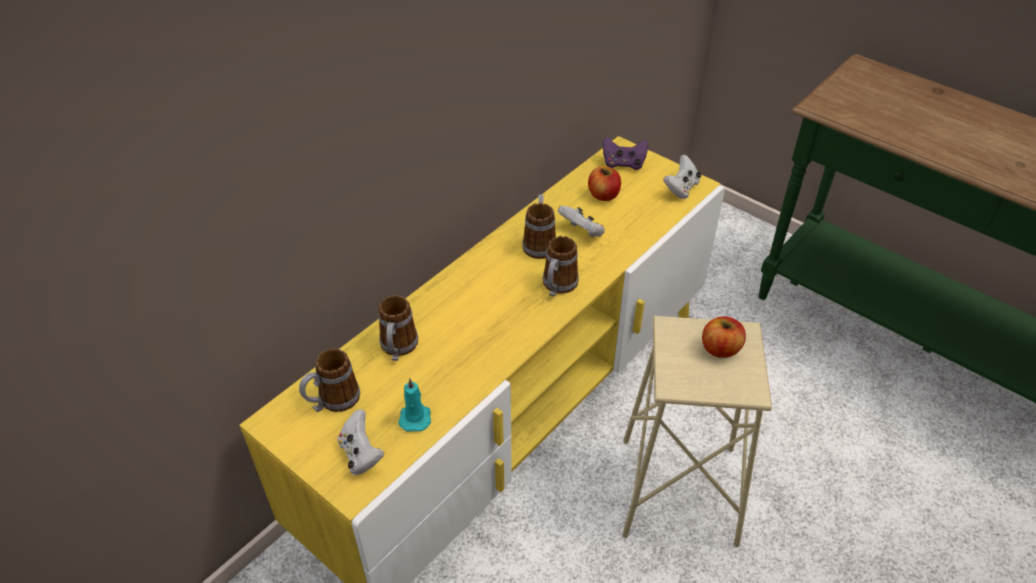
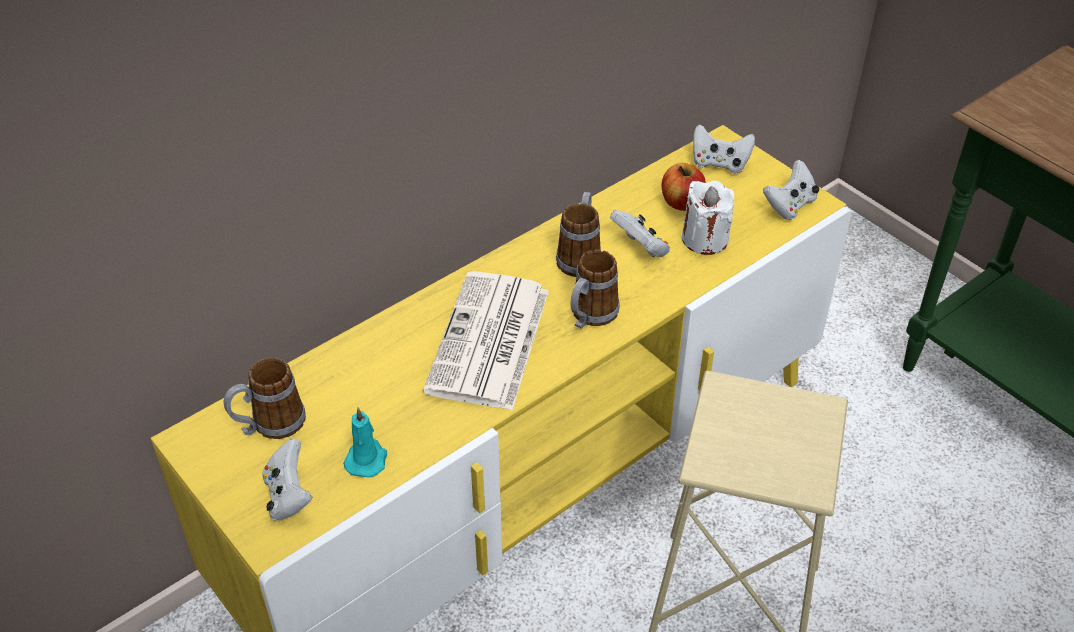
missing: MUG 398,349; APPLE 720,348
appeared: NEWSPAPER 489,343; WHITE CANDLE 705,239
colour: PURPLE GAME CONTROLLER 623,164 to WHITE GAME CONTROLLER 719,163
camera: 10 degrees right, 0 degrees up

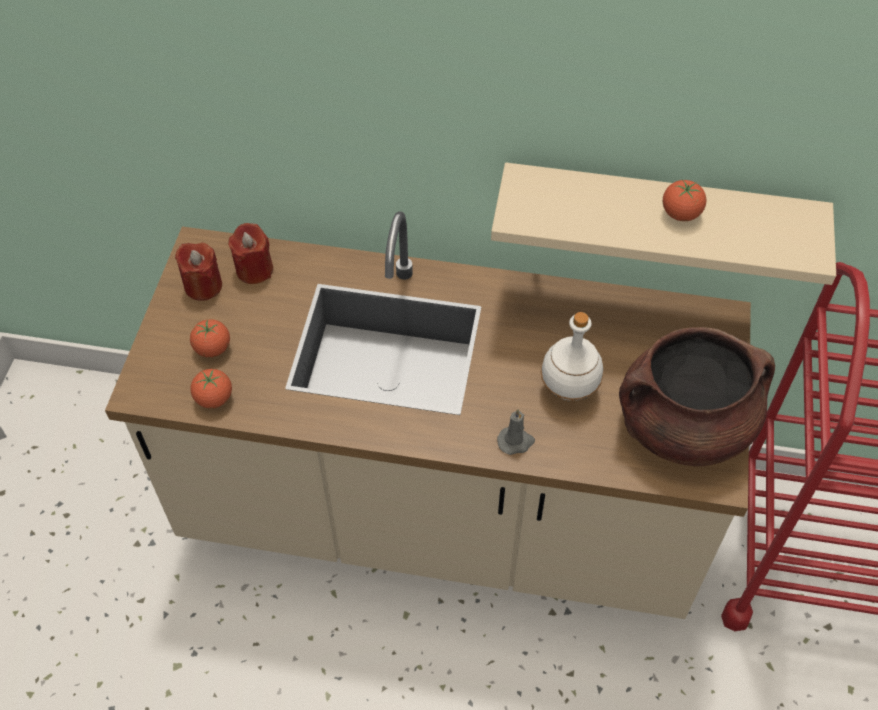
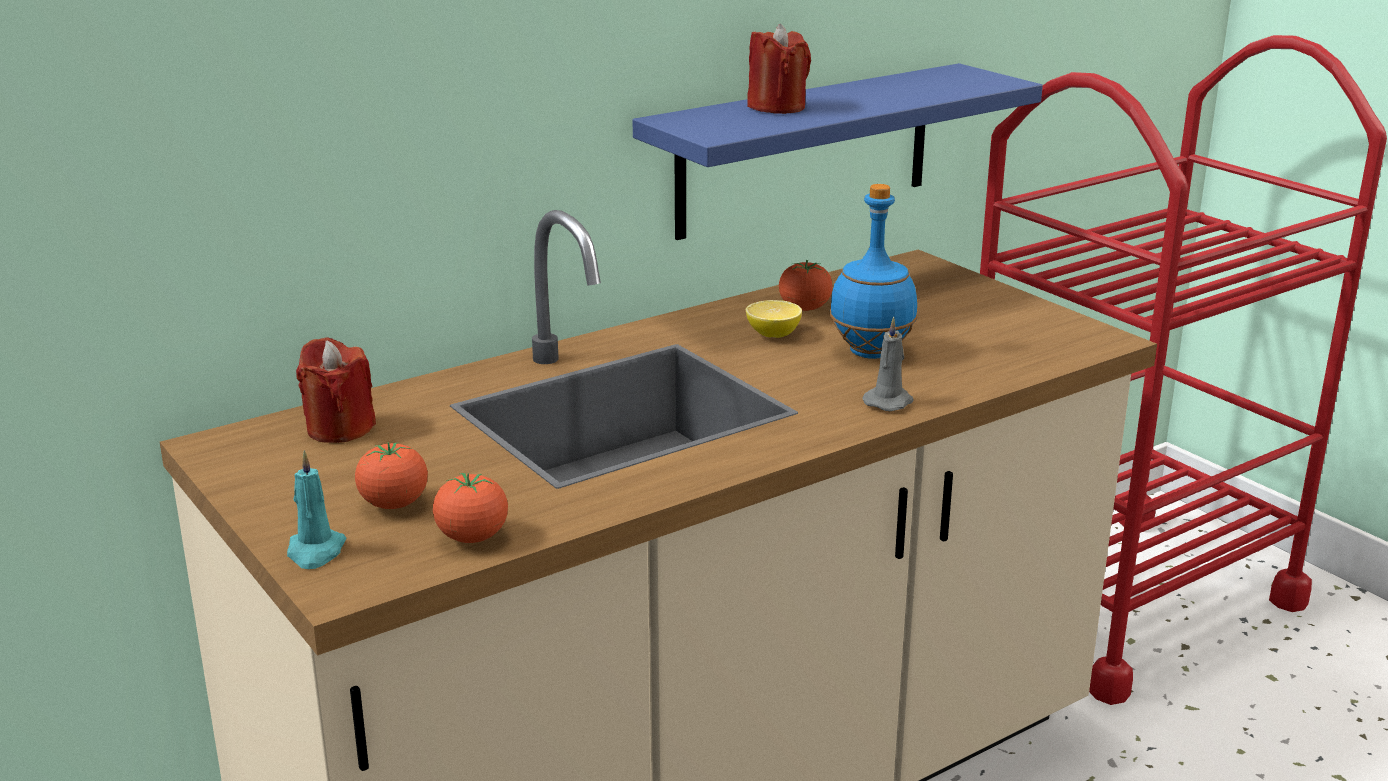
missing: BROWN COOKING POT 683,426
appeared: TURQUOISE CANDLE 315,552; LEMON 773,334
relocated: RED CANDLE 203,286 to 777,107; TOMATO 680,214 to 804,309
colour: BEIGE SHELF 658,215 to BLUE SHELF 805,150; WHITE BOTTLE 569,390 to BLUE BOTTLE 872,352
camera: 45 degrees left, 30 degrees down

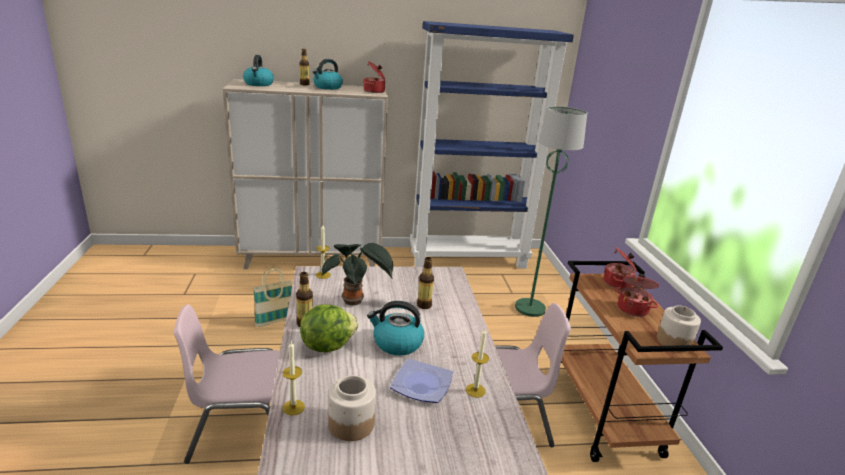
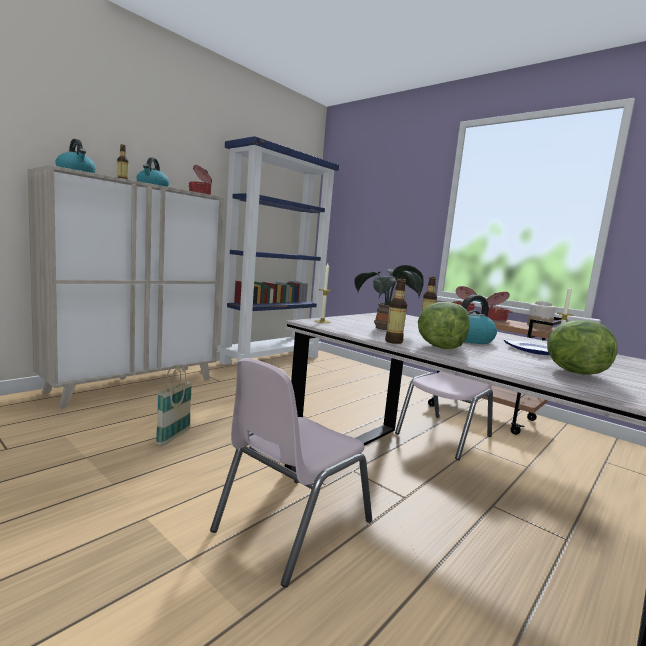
missing: CANDLE 293,407; GREEN FLOOR LAMP 529,308
exchanged: JAR 350,424 to LETTUCE 573,372
camera: 40 degrees left, 15 degrees down

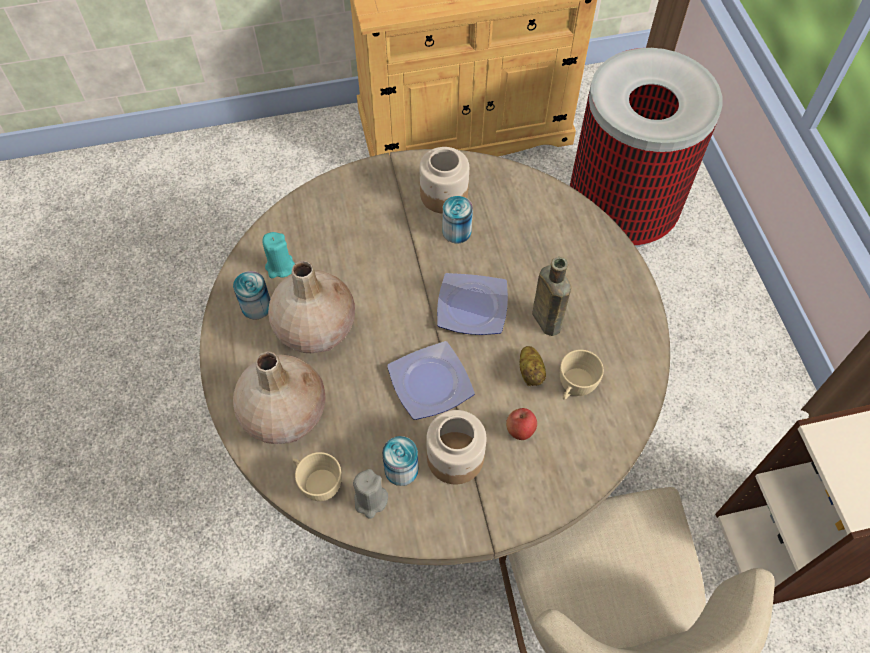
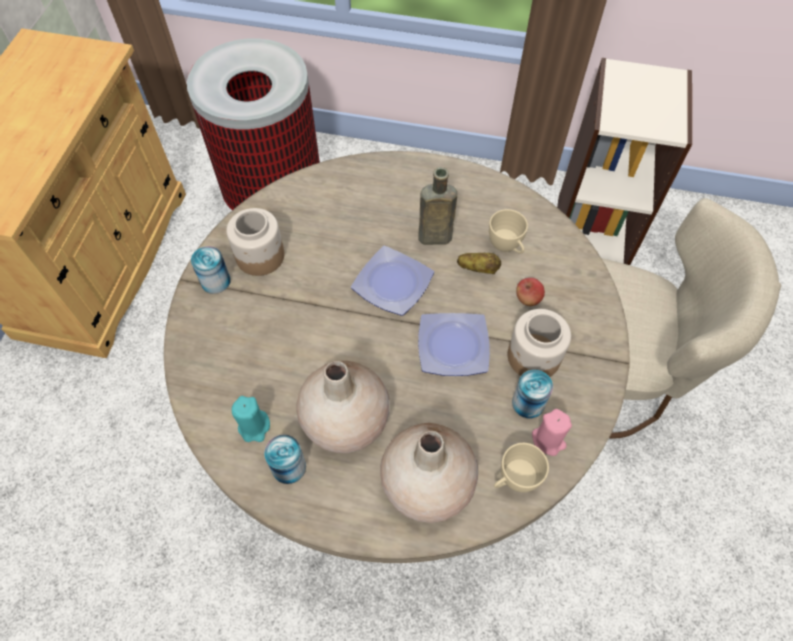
relocated: CAN 456,231 to 215,281
colour: GREY CANDLE 370,500 to PINK CANDLE 548,440
camera: 65 degrees left, 0 degrees up

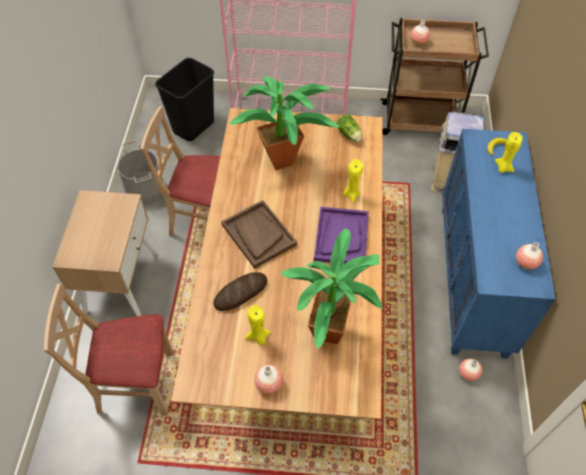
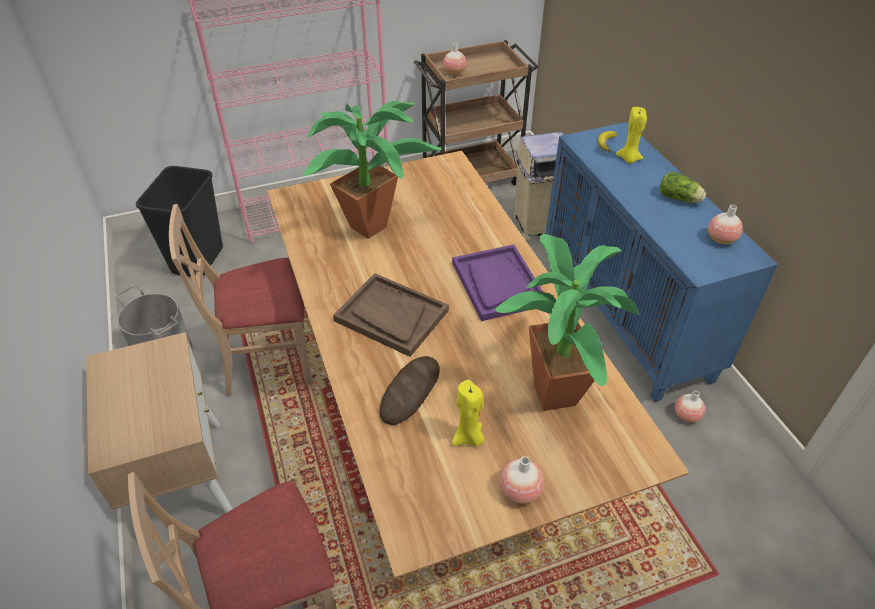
missing: YELLOW CANDLE 351,194
relocated: LETTUCE 349,135 to 680,199
camera: 25 degrees left, 10 degrees down

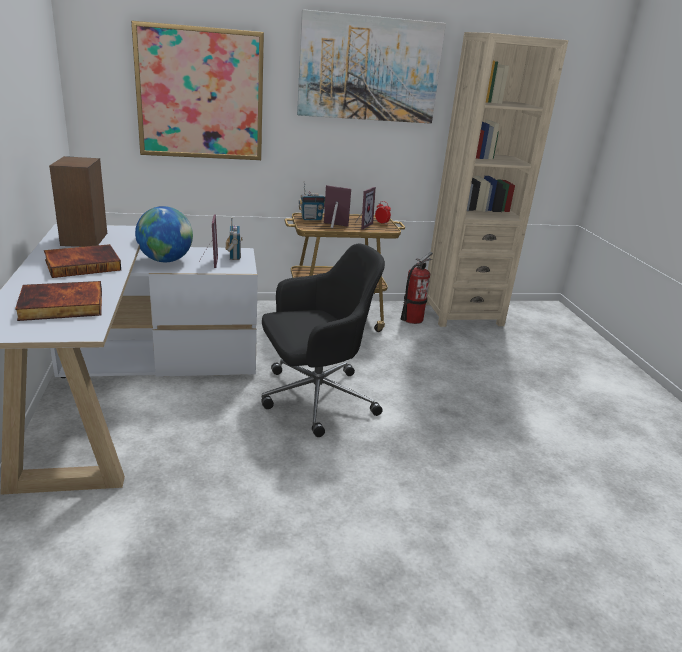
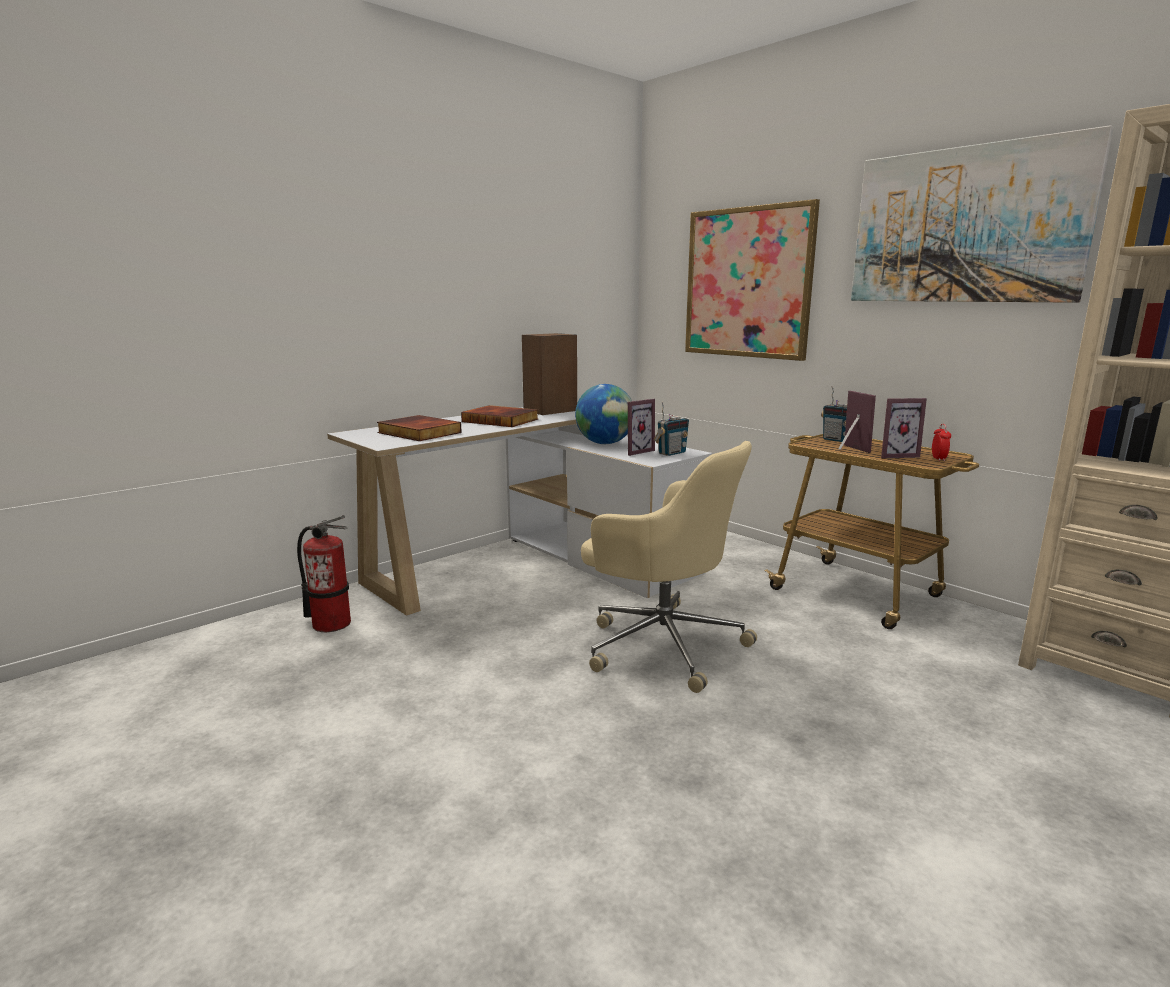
relocated: FIRE EXTINGUISHER 412,319 to 331,623
colour: BLACK OFFICE CHAIR 314,398 to BEIGE OFFICE CHAIR 662,643
camera: 60 degrees right, 10 degrees down

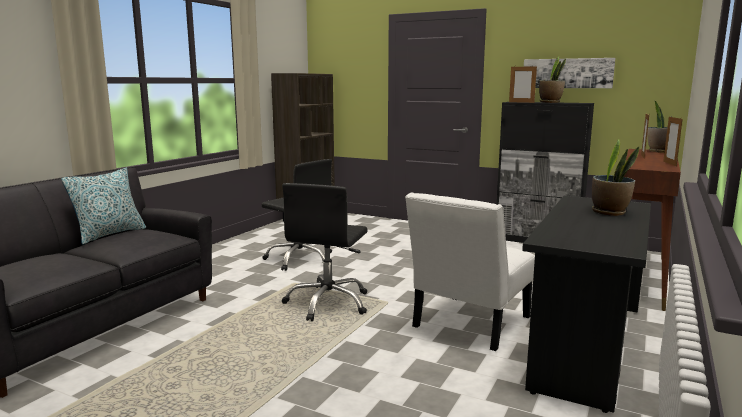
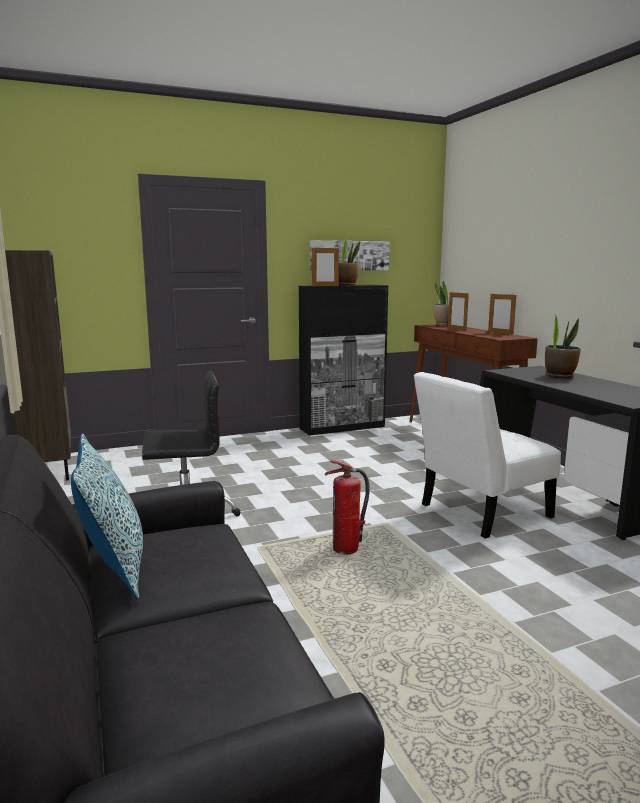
exchanged: BLACK OFFICE CHAIR 328,303 to FIRE EXTINGUISHER 346,549
spun: WHITE CHAIR 468,324 = 480,513 75 degrees clockwise
camera: 50 degrees left, 0 degrees up

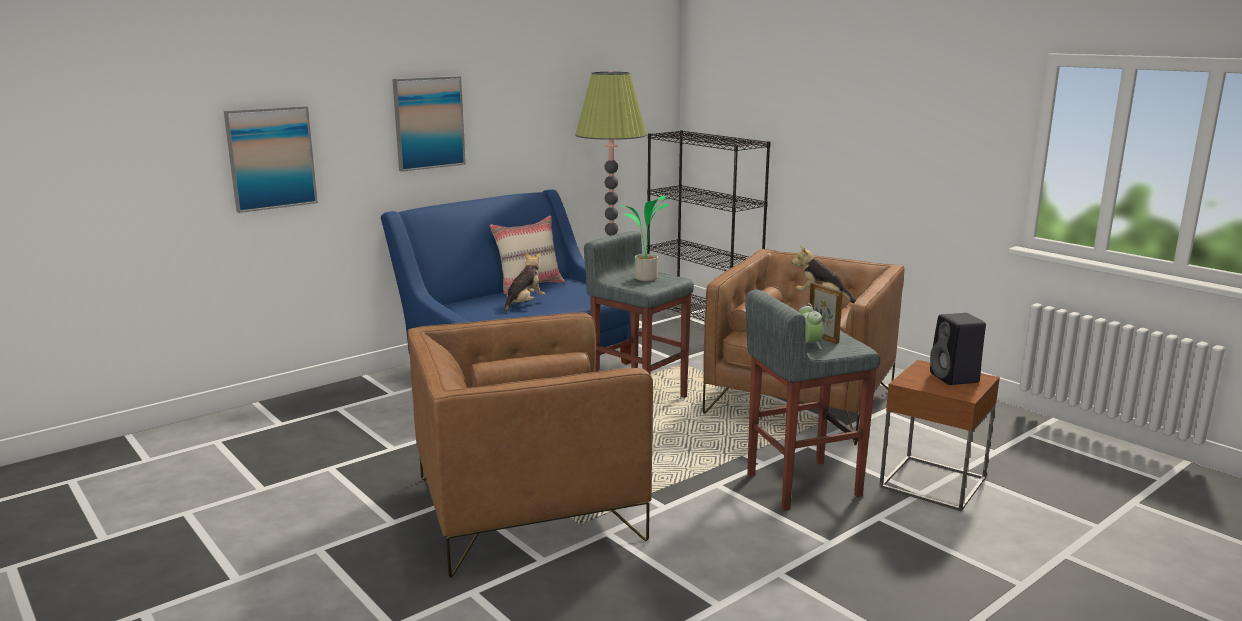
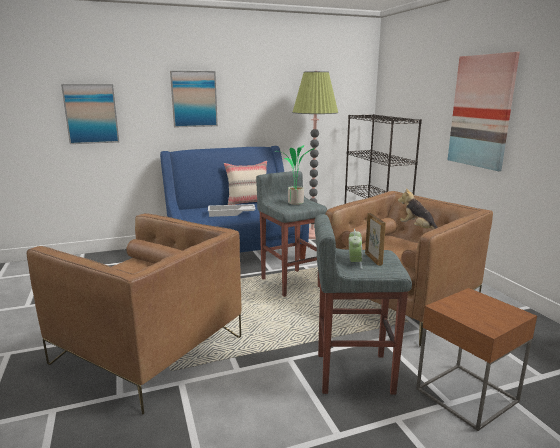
missing: BLACK SPEAKER 955,378
appeared: PICTURE 481,111
exchanged: PLUSH TOY 524,304 to WHITE TRAY 231,213
spun: BROWN ARMCHAIR 527,508 = 149,350 150 degrees counterclockwise
camera: 20 degrees right, 0 degrees up

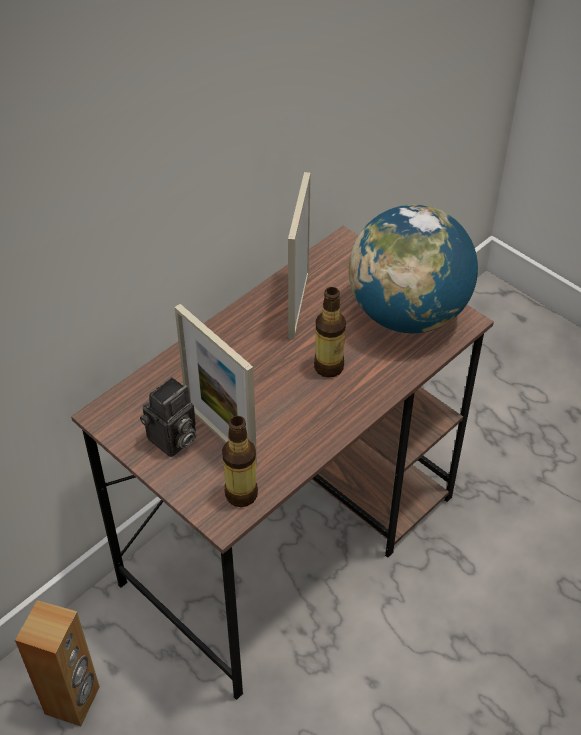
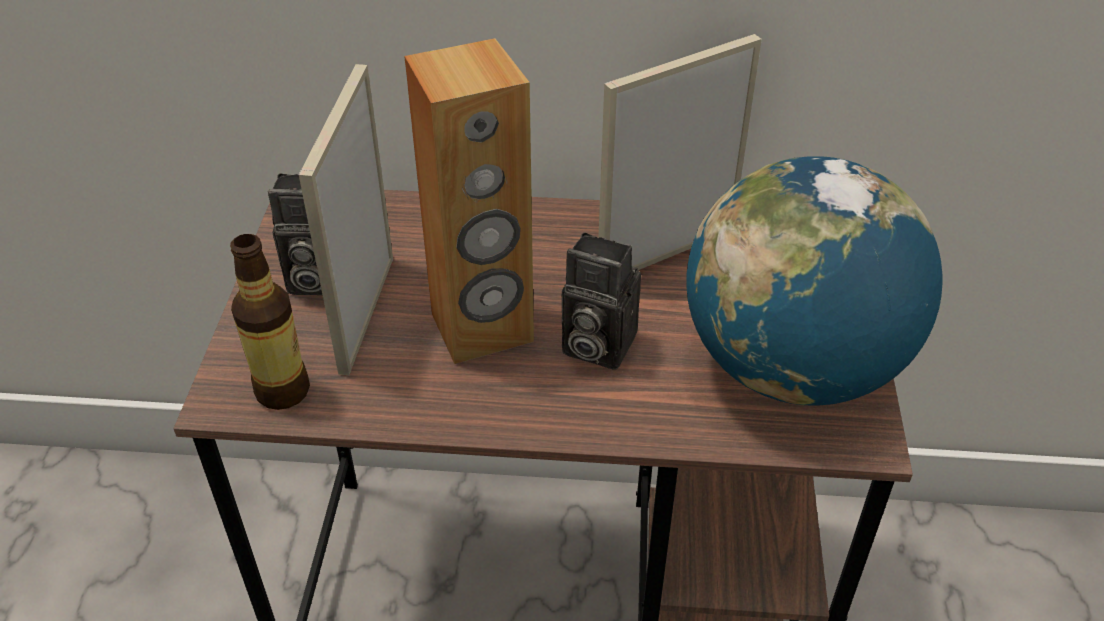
relocated: BROWN SPEAKER 73,700 to 482,328
exchanged: BOTTLE 329,367 to PHOTO CAMERA 593,345
camera: 50 degrees right, 5 degrees down

